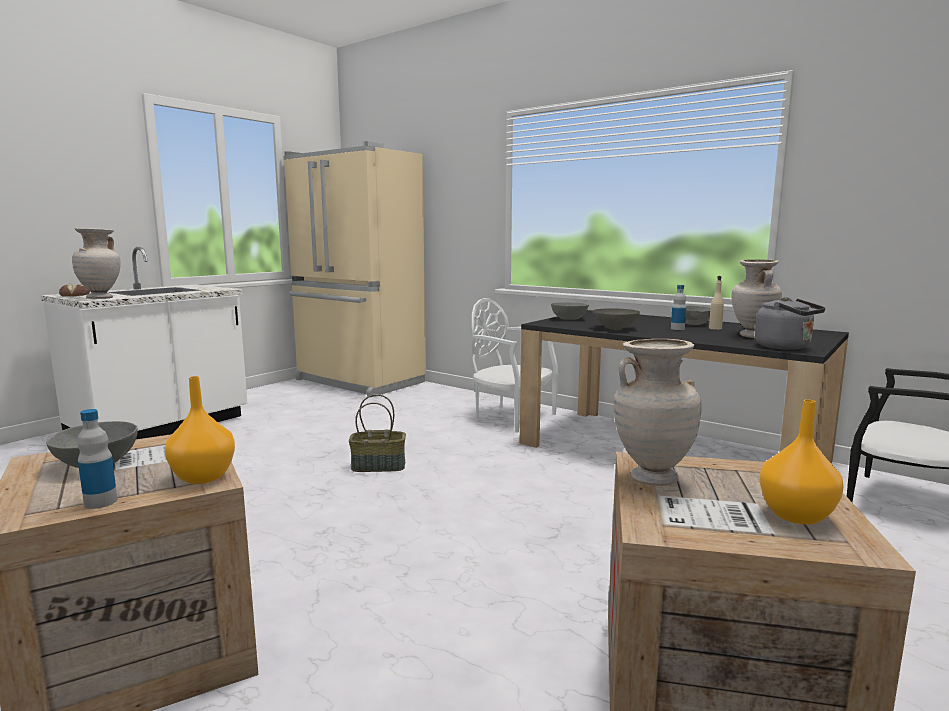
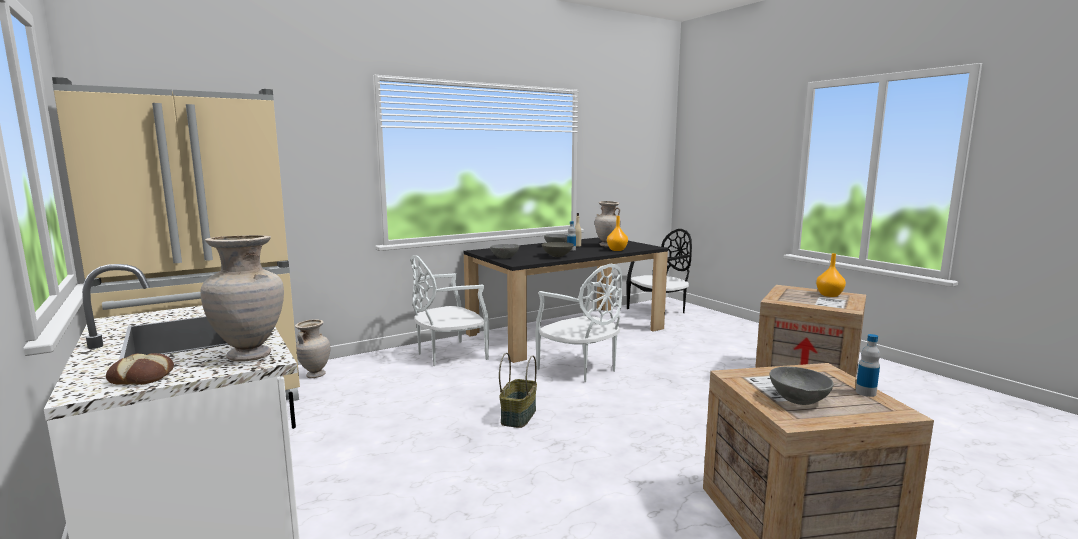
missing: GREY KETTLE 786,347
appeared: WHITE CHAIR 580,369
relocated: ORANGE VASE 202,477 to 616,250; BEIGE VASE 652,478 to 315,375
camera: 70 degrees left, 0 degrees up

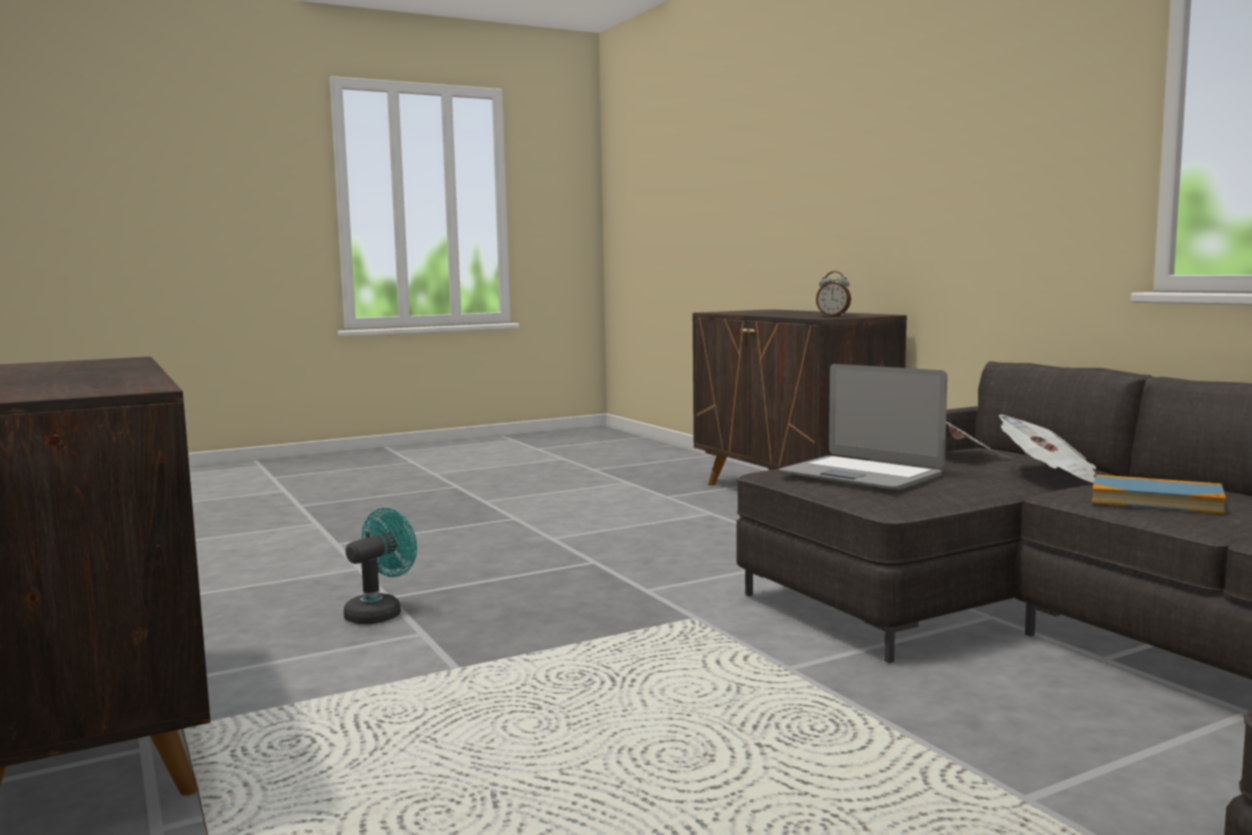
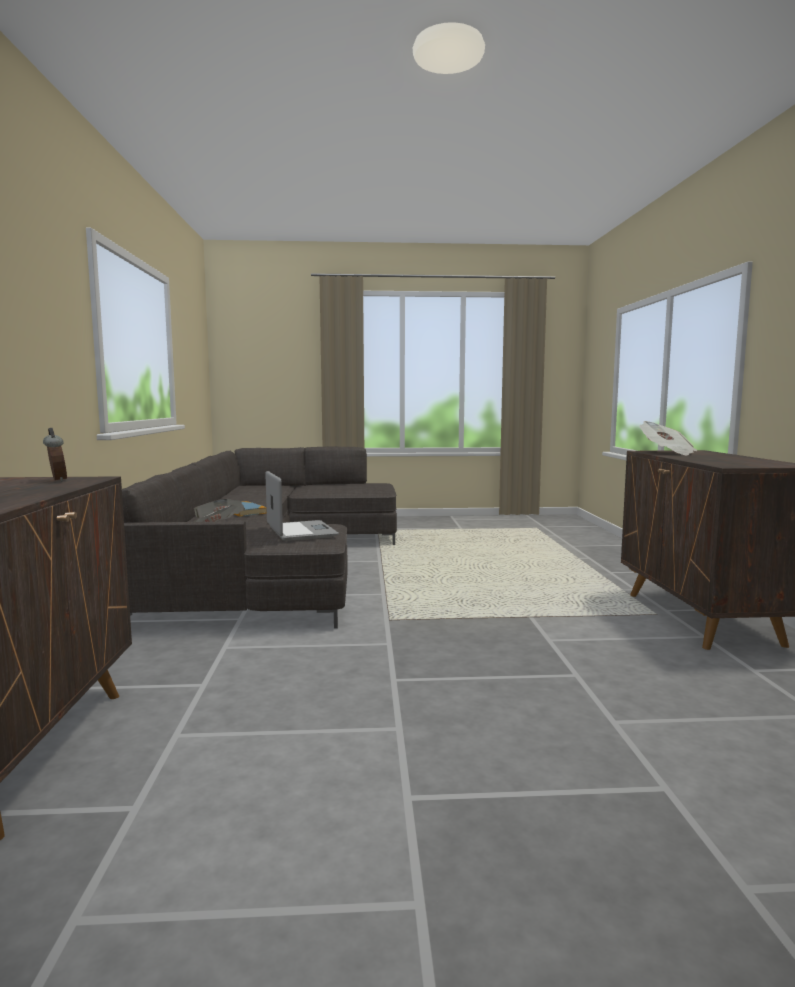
missing: TURQUOISE FAN 380,613
appeared: NEWSPAPER 667,453
camera: 155 degrees left, 0 degrees up

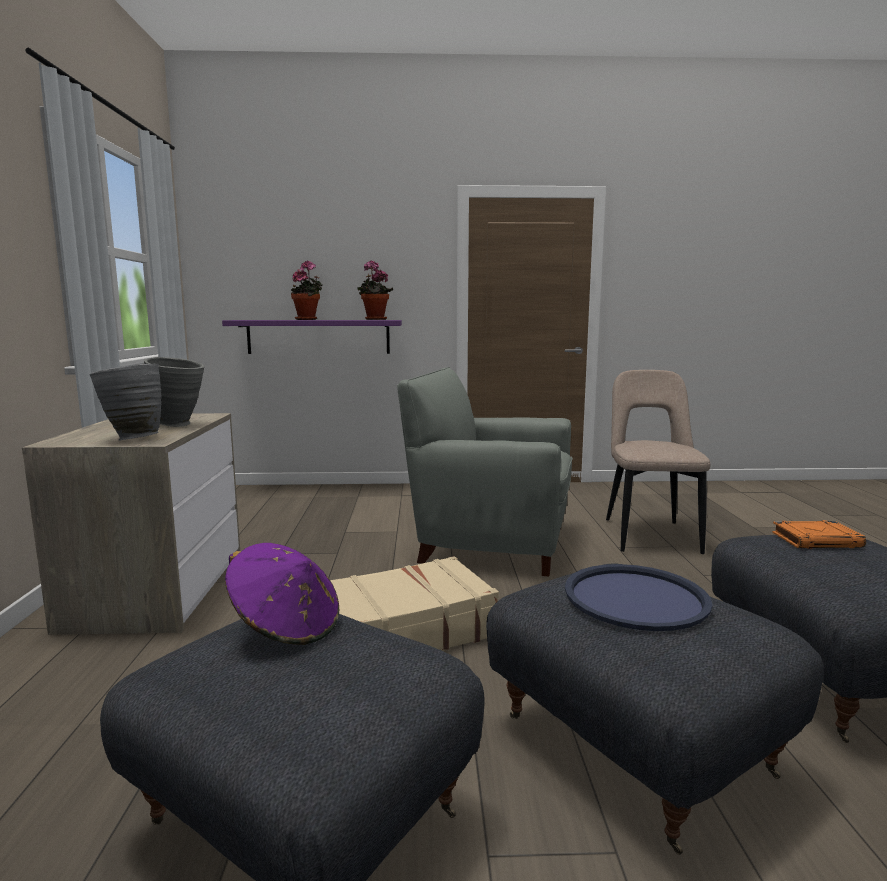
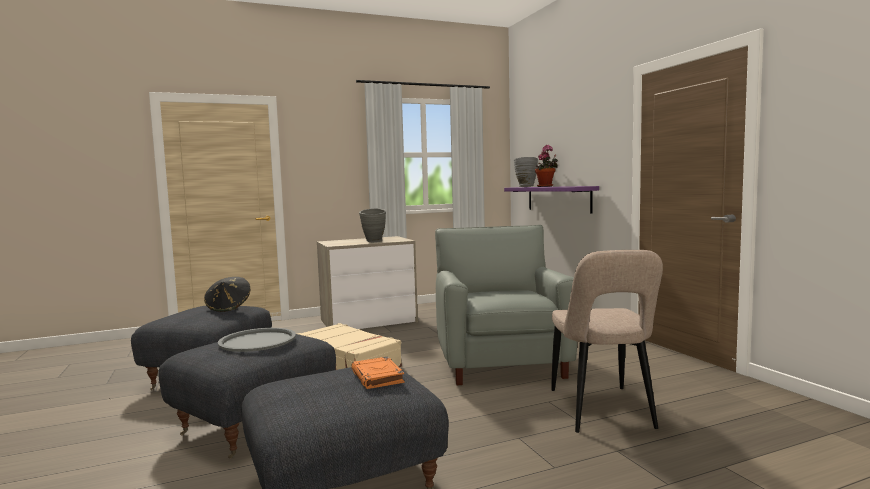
missing: POTTED PLANT 374,319
relocated: GREY VASE 131,438 to 525,187
colour: PURPLE HAT 286,627 to BLACK HAT 229,307; BLUE TRAY 636,598 to GREY TRAY 257,341
spun: BEIGE CHAIR 649,534 = 602,411 105 degrees clockwise
camera: 70 degrees right, 5 degrees down

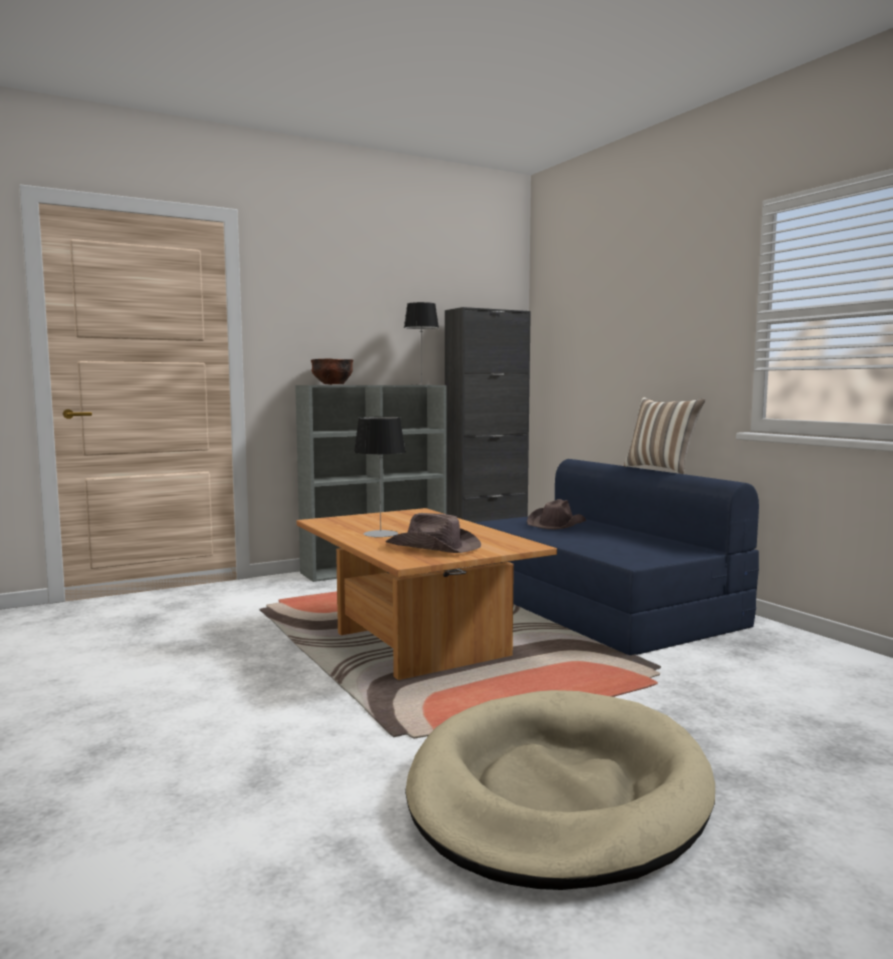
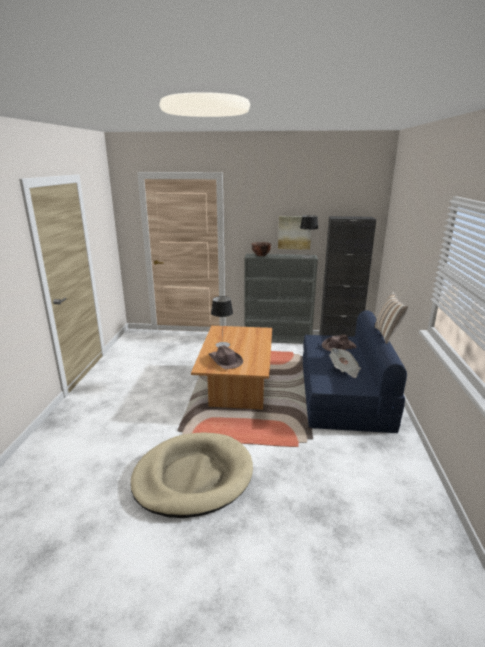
appeared: PICTURE 294,232; NEWSPAPER 344,370
camera: 35 degrees right, 15 degrees up

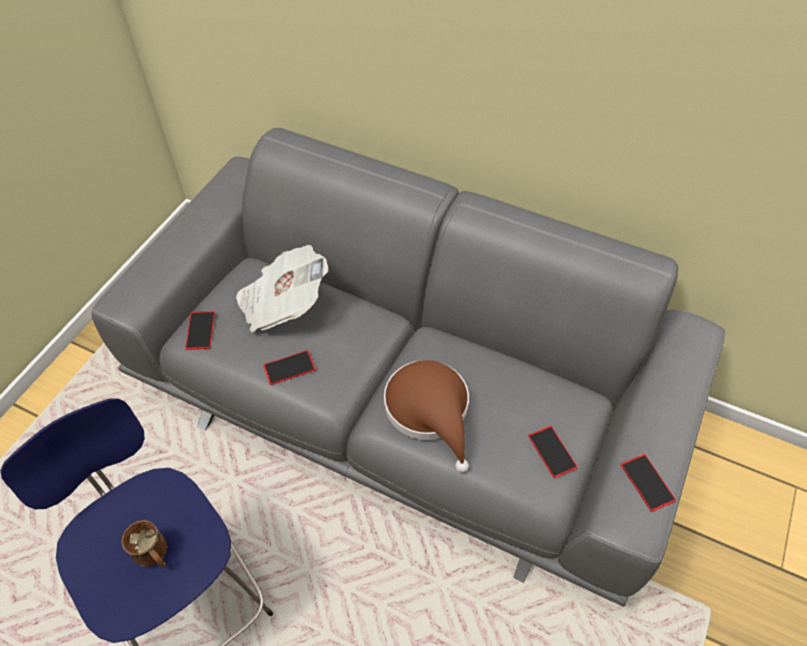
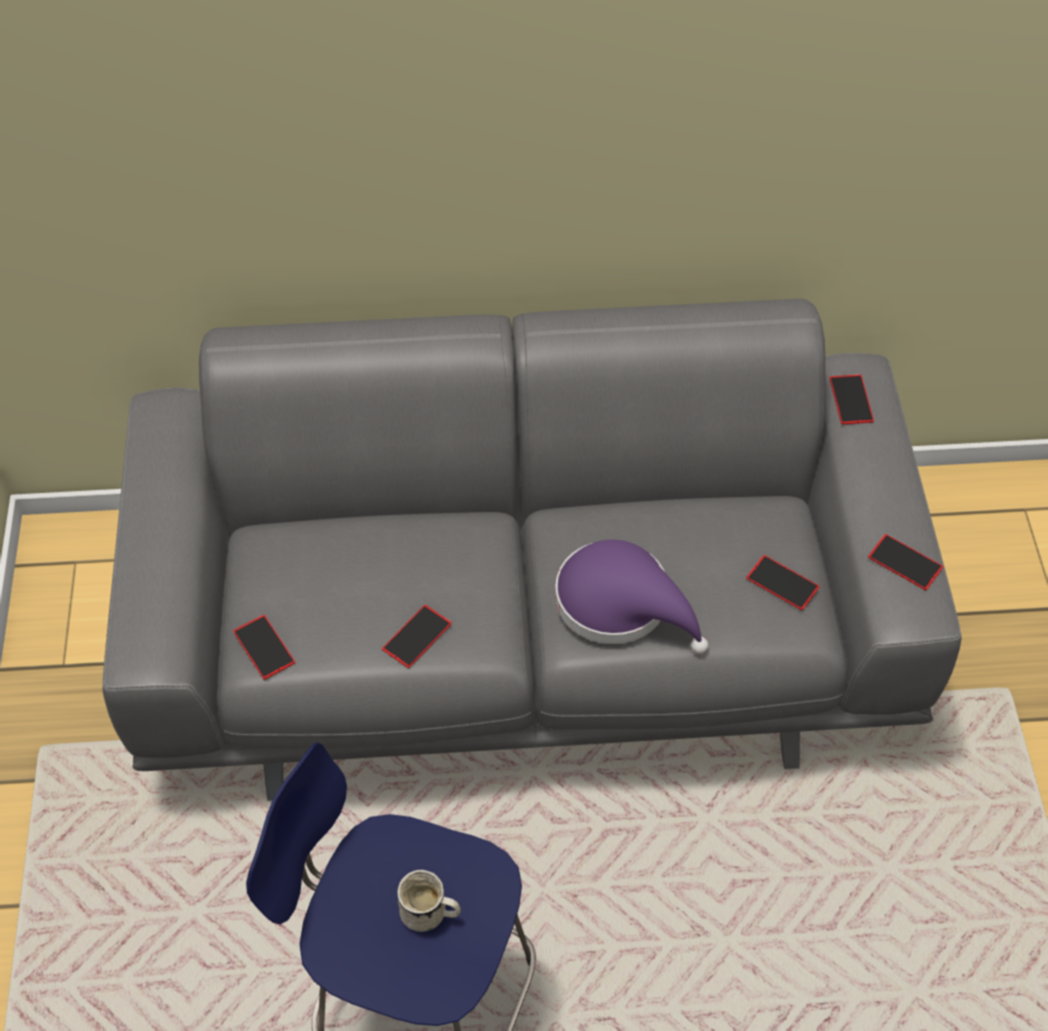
missing: NEWSPAPER 283,304
appeared: PHONE 851,399
colour: BROWN MUG 153,555 to WHITE MUG 430,914; BROWN HAT 430,411 to PURPLE HAT 621,604
camera: 30 degrees left, 0 degrees up

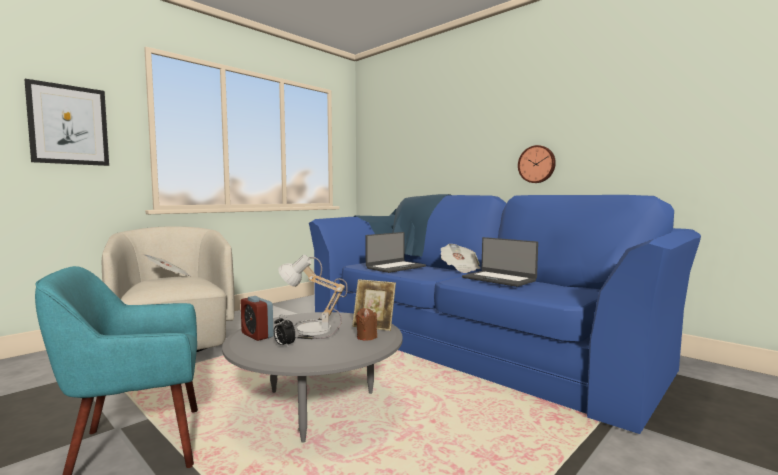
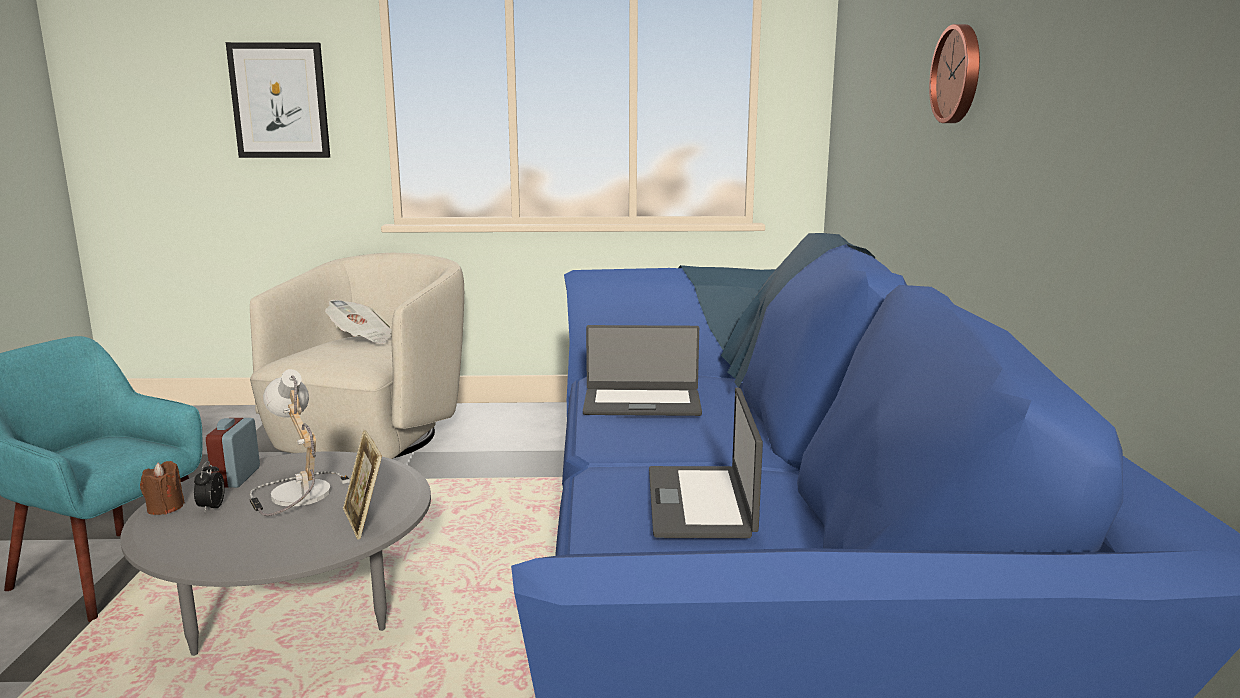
missing: NEWSPAPER 460,269
relocated: BROWN CANDLE 366,337 to 165,508; WALL CLOCK 537,164 to 959,74
camera: 45 degrees right, 10 degrees up

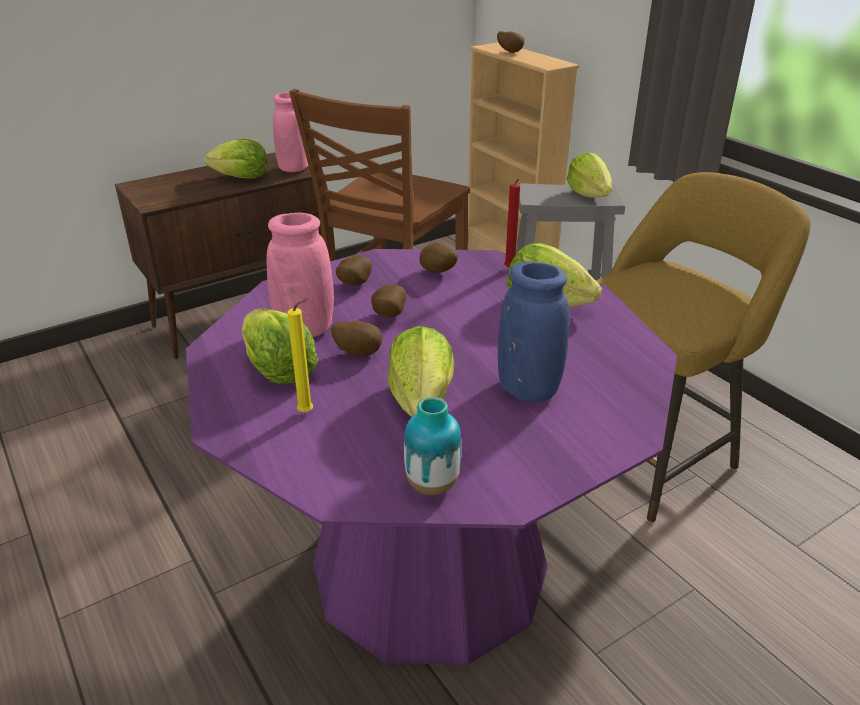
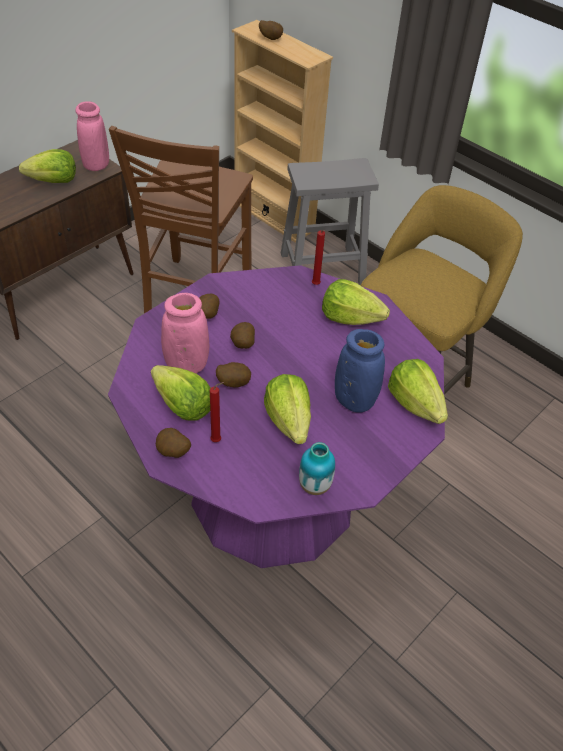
relocated: POTATO 437,273 to 173,453; LETTUCE 589,195 to 415,404
colour: YELLOW CANDLE 308,412 to RED CANDLE 217,440
camera: 15 degrees left, 15 degrees up

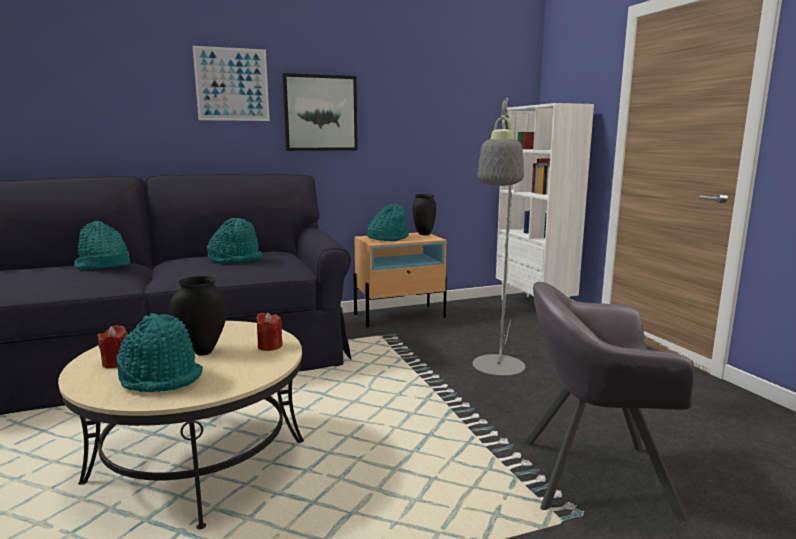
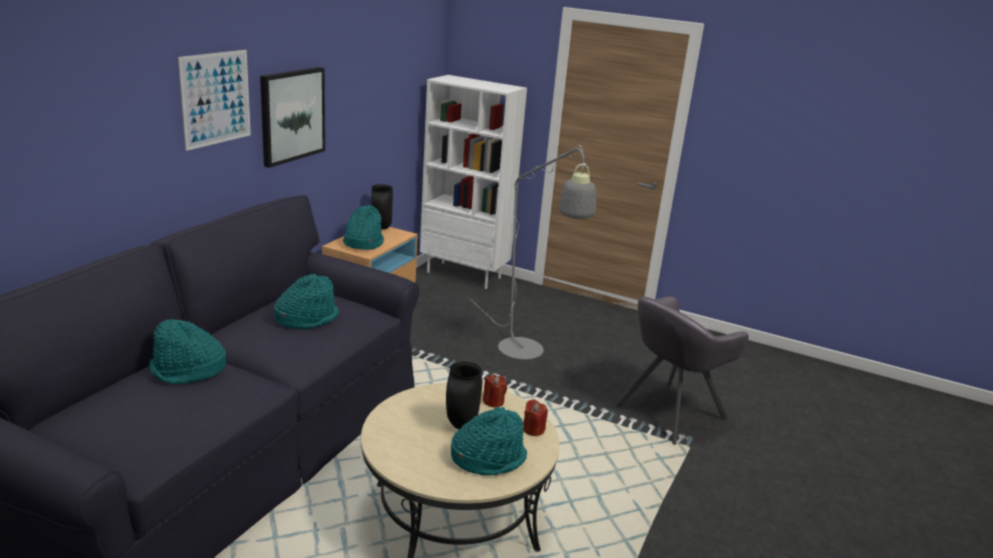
relocated: RED CANDLE 116,363 to 533,429
camera: 45 degrees left, 10 degrees up

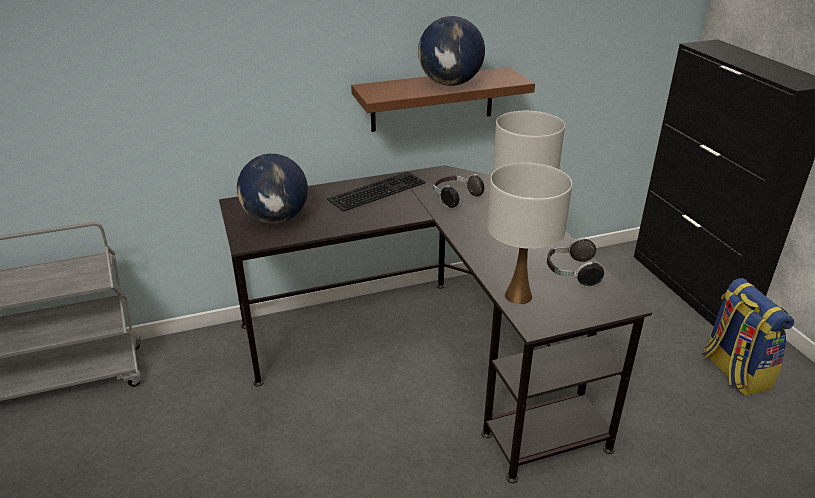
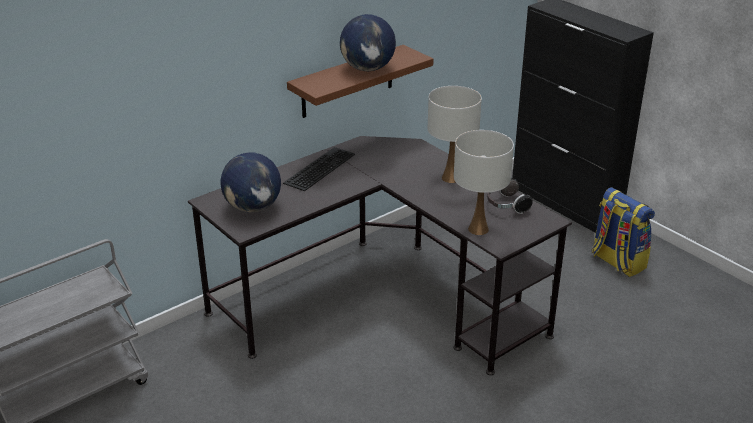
missing: HEADPHONES 454,198
camera: 20 degrees left, 0 degrees up

